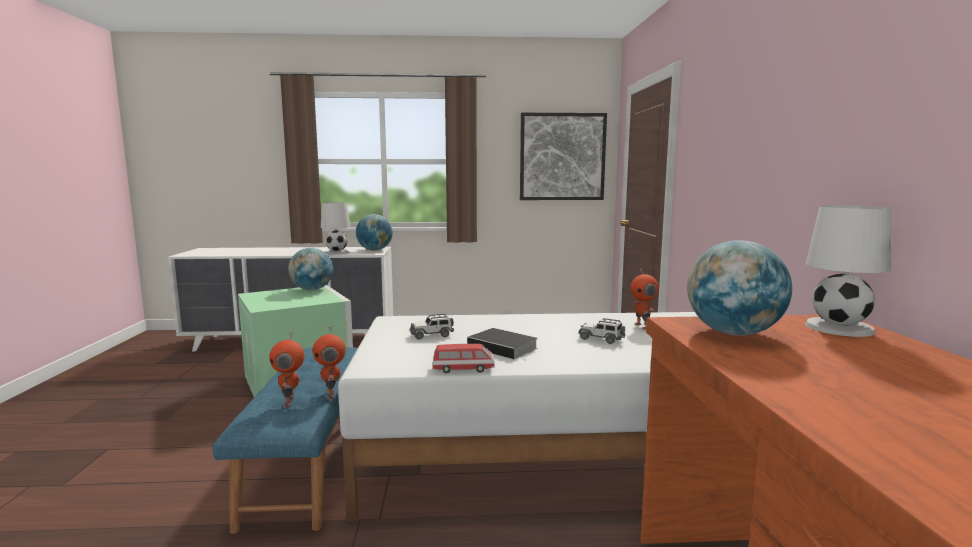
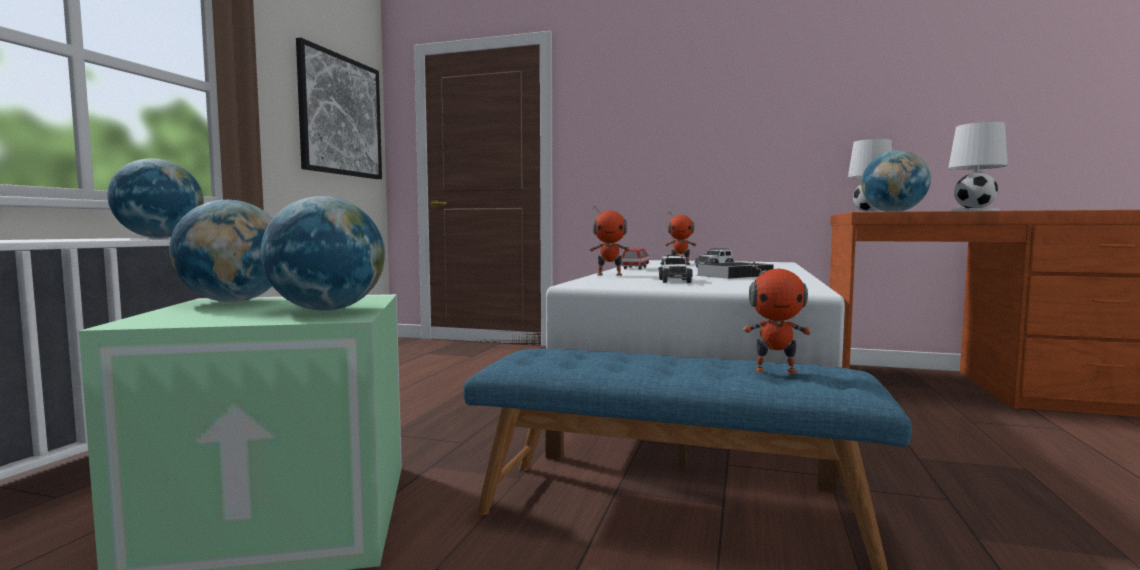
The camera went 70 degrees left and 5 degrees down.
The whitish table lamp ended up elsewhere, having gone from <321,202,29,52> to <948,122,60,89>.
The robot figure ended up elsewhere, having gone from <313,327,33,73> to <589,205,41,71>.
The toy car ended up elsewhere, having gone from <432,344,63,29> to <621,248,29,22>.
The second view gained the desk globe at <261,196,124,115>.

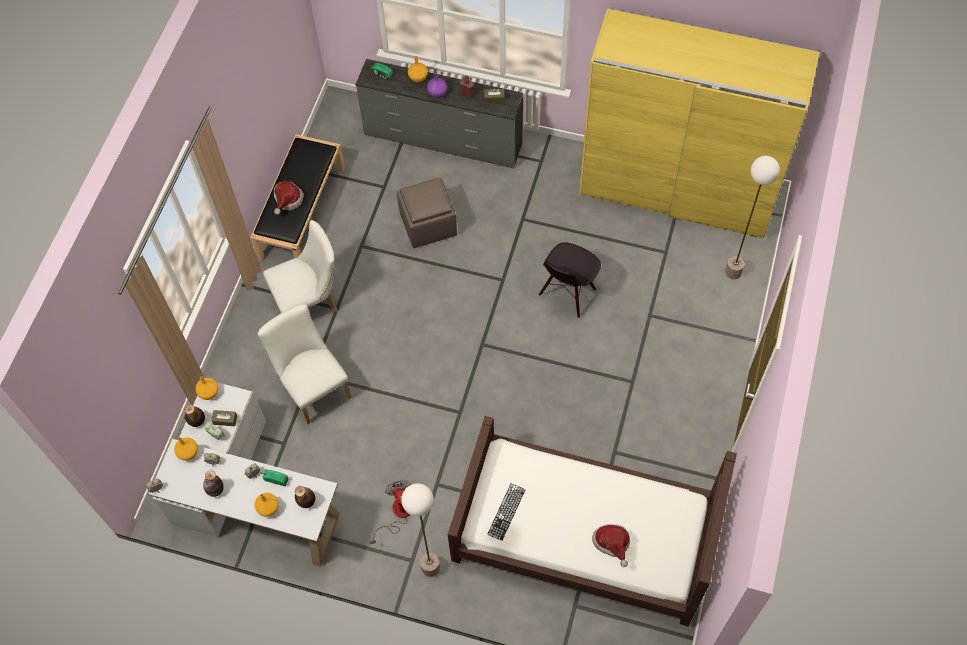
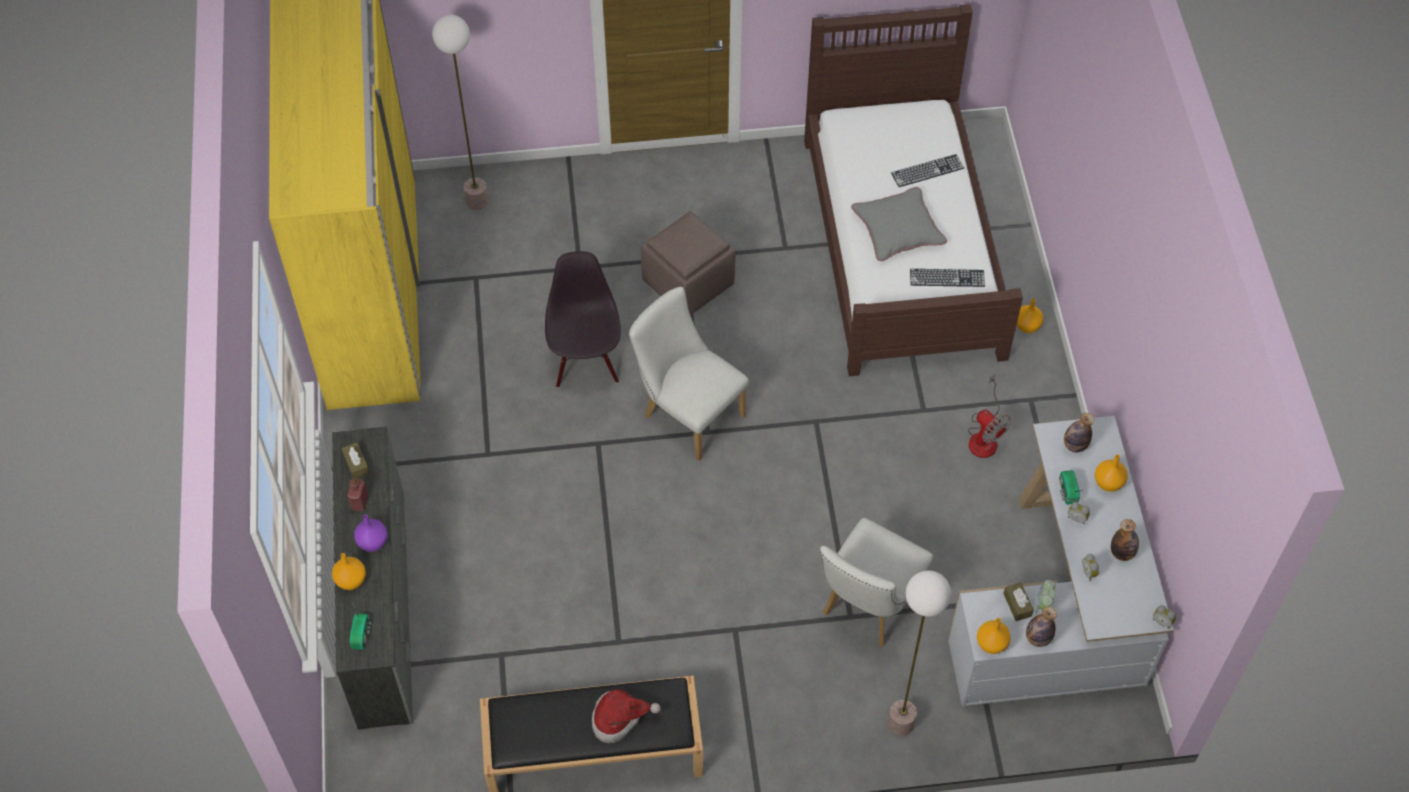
The camera went 115 degrees left and 5 degrees down.
The brown-coloured ottoman ended up elsewhere, having gone from <397,178,60,70> to <641,211,94,105>.
The whitish plain chair ended up elsewhere, having gone from <263,220,74,93> to <629,287,120,174>.
The black plain chair at <539,242,62,76> ended up facing another way, 105 degrees counterclockwise from before.
The orangey decorative vase ended up elsewhere, having gone from <174,437,24,24> to <1017,298,26,35>.
The electric fan at <370,480,41,65> ended up facing another way, 90 degrees counterclockwise from before.
The standing lamp ended up elsewhere, having gone from <401,483,39,94> to <888,570,63,166>.
Where the wearable hat stood at <592,524,38,43>, the computer keyboard came to stand at <891,154,73,33>.
The second view gained the greyish cushion at <851,187,96,74>.

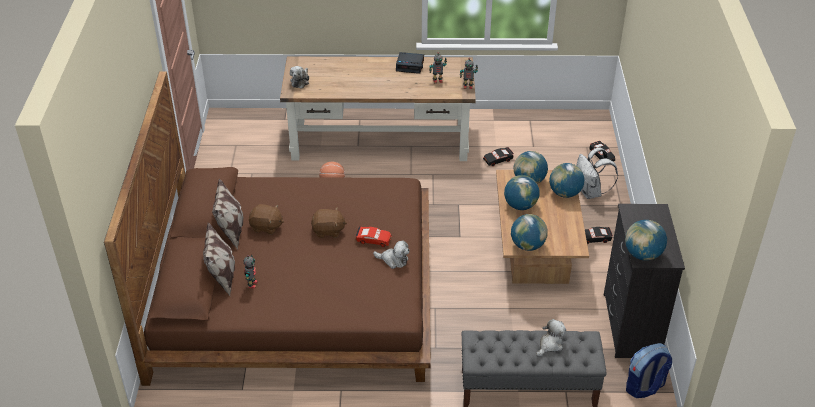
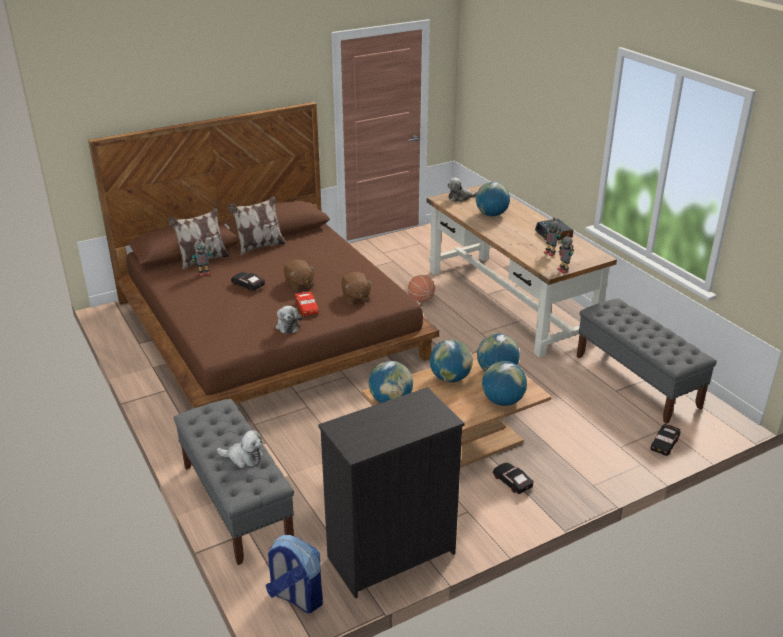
The camera went 60 degrees right and 10 degrees down.
The black toy car ended up elsewhere, having gone from <483,147,31,19> to <231,272,34,19>.
The second view lost the whitish knapsack at <576,147,42,52>.
The brown-coloured soft toy ended up elsewhere, having gone from <249,204,35,31> to <341,272,31,32>.
The desk globe ended up elsewhere, having gone from <625,220,42,41> to <476,182,34,34>.
The second view gained the greyish bench at <577,298,140,126>.

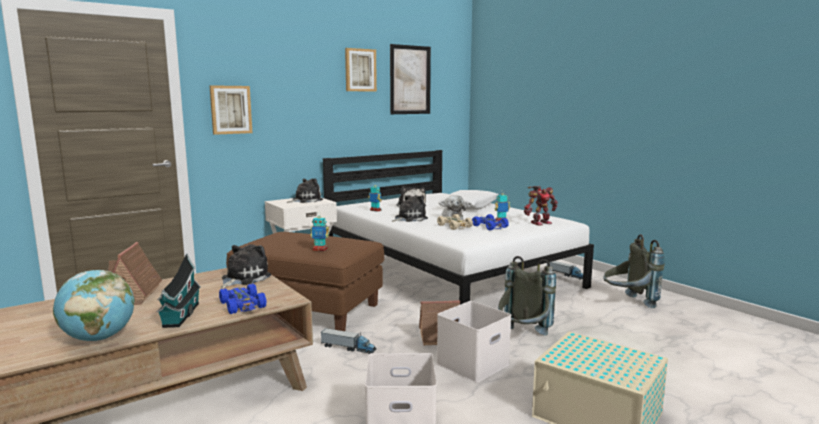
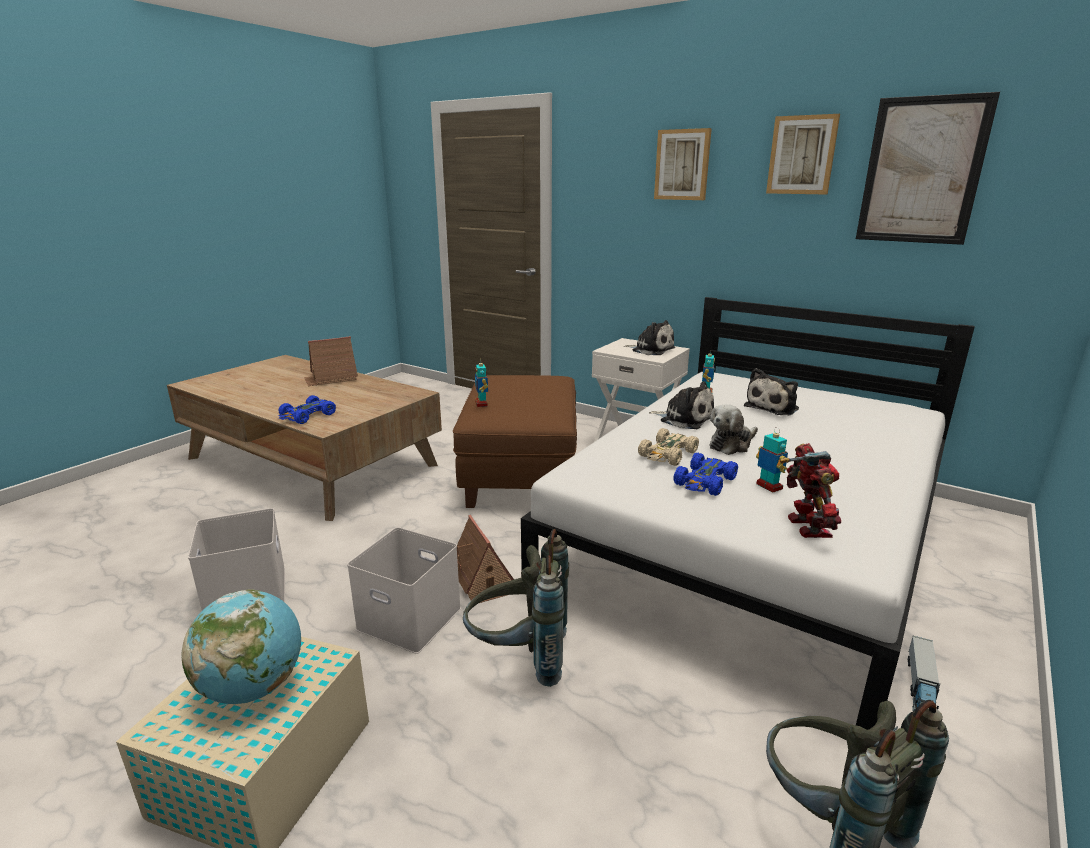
The camera went 70 degrees right and 10 degrees up.
The wall picture ended up elsewhere, having gone from <210,85,42,50> to <654,128,58,72>.
The robot figure at <524,186,34,40> ended up facing another way, 135 degrees counterclockwise from before.
The second view lost the whitish cushion at <438,190,60,20>.
The second view lost the soft toy at <220,244,51,45>.
The second view lost the miniature house at <157,253,44,75>.
The desk globe ended up elsewhere, having gone from <53,270,82,71> to <182,590,119,114>.
The second view lost the toy truck at <321,328,55,26>.

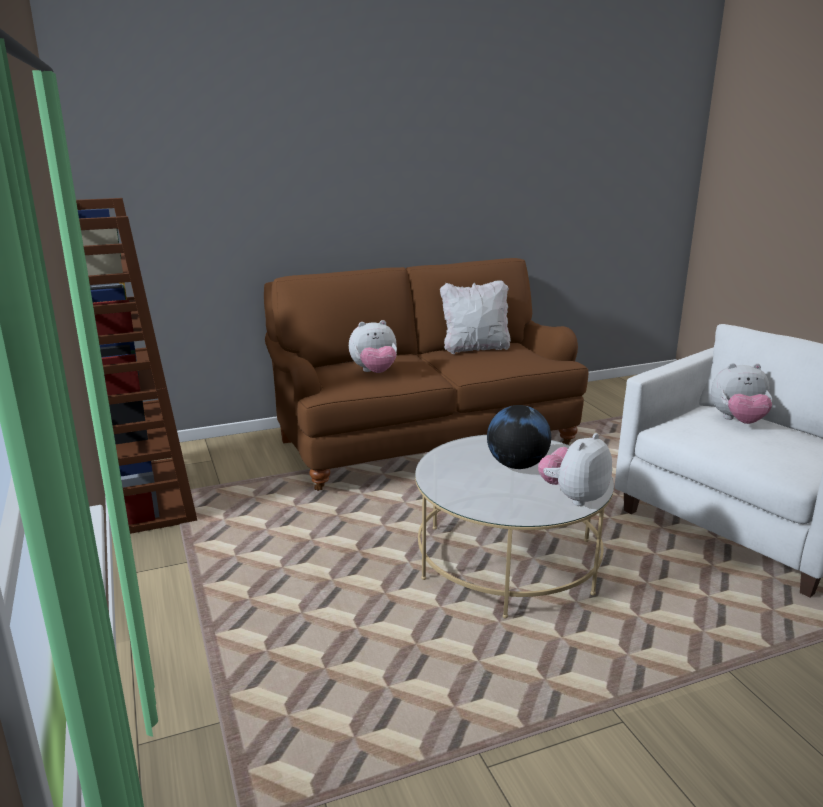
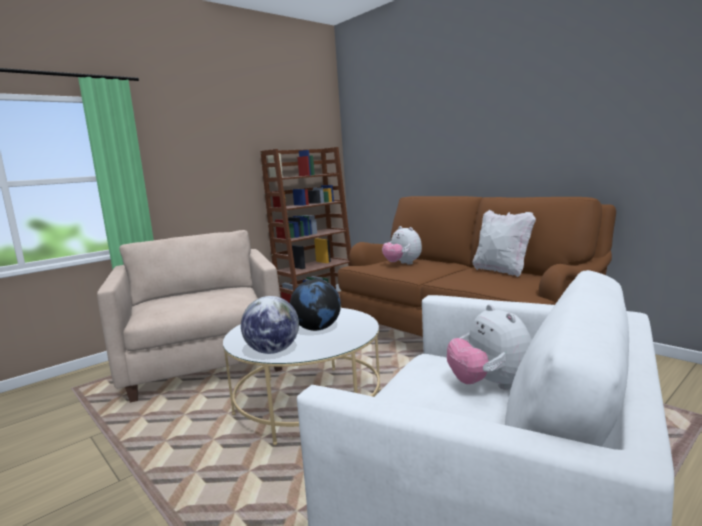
The camera went 70 degrees right and 10 degrees down.
Where the soft toy stood at <538,433,74,73>, the desk globe came to stand at <241,296,58,58>.
The second view gained the beige-coloured lounge chair at <97,230,185,173>.

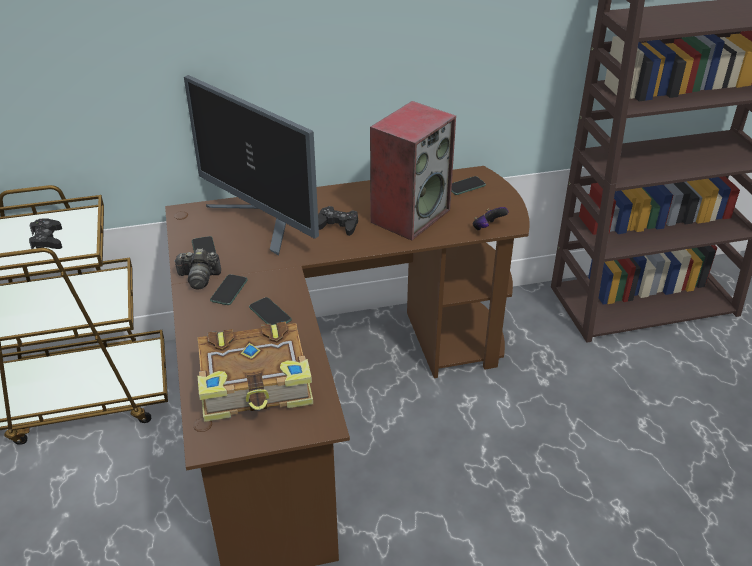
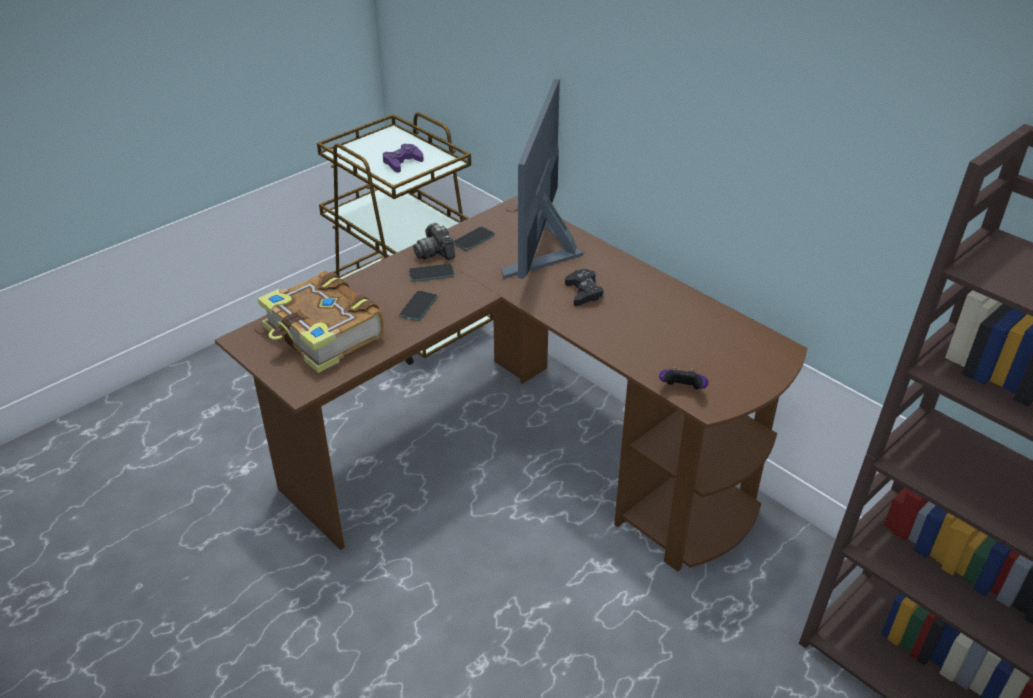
The camera went 60 degrees right and 0 degrees up.
The second view lost the audio speaker at <370,101,86,140>.
The second view lost the phone at <451,176,35,19>.
What was the black gamepad at <29,218,33,31> turned into the purplish gamepad at <383,144,41,29>.

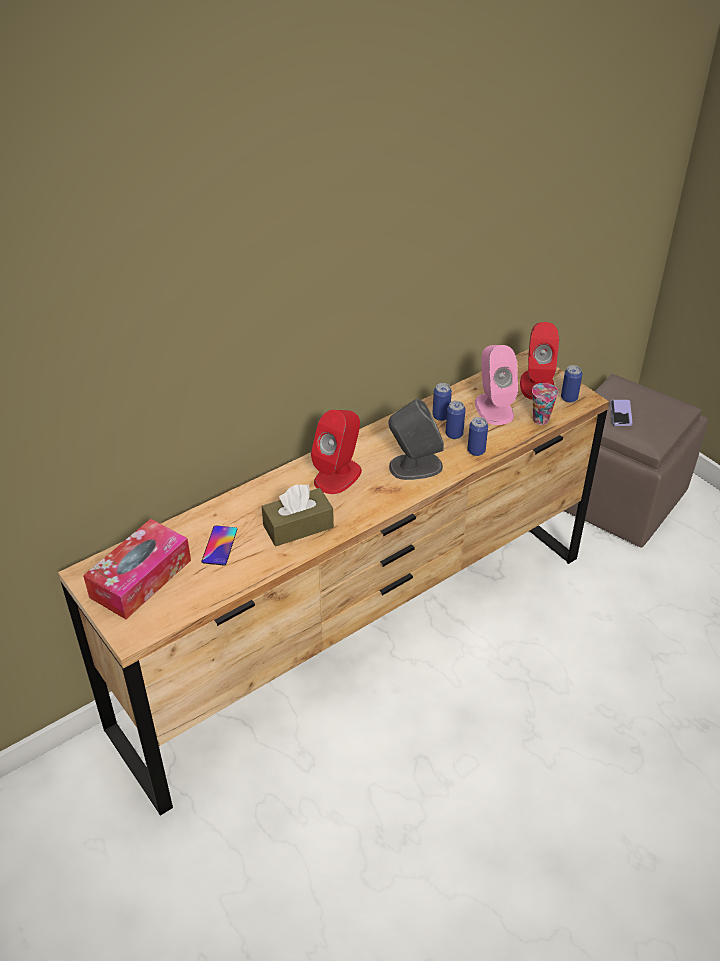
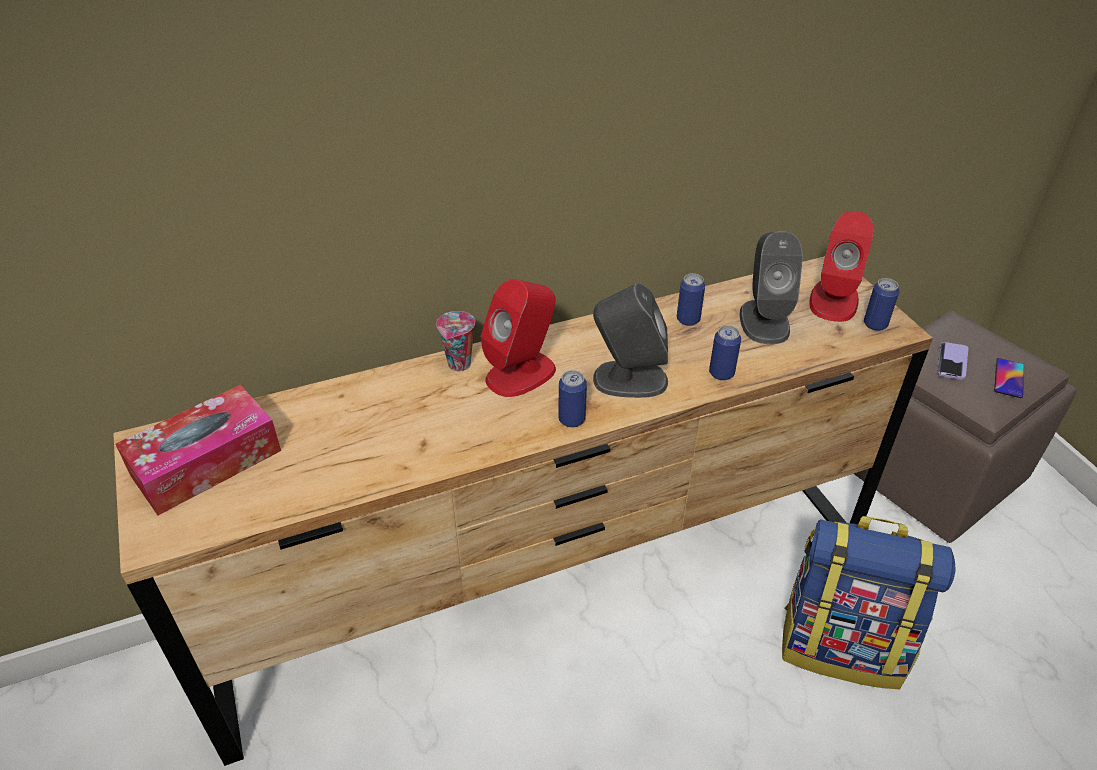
The camera went 15 degrees right and 0 degrees up.
What was the pink audio speaker at <475,345,43,80> turned into the greyish audio speaker at <739,231,64,113>.
The small cup ended up elsewhere, having gone from <532,383,27,42> to <436,311,39,60>.
The sealed can ended up elsewhere, having gone from <446,401,19,38> to <558,370,29,58>.
The second view lost the brown-coloured tissue box at <262,484,72,63>.
The phone ended up elsewhere, having gone from <201,525,36,40> to <994,358,30,40>.
The second view gained the knapsack at <782,516,173,173>.

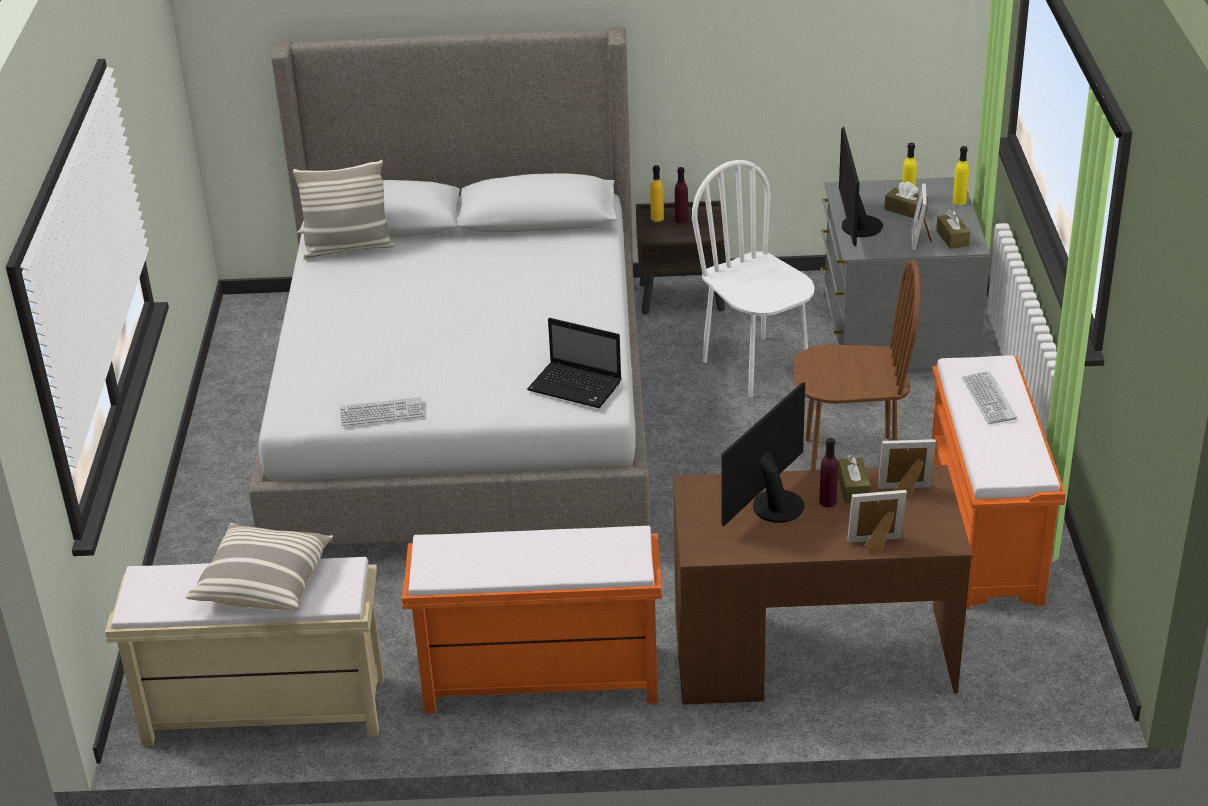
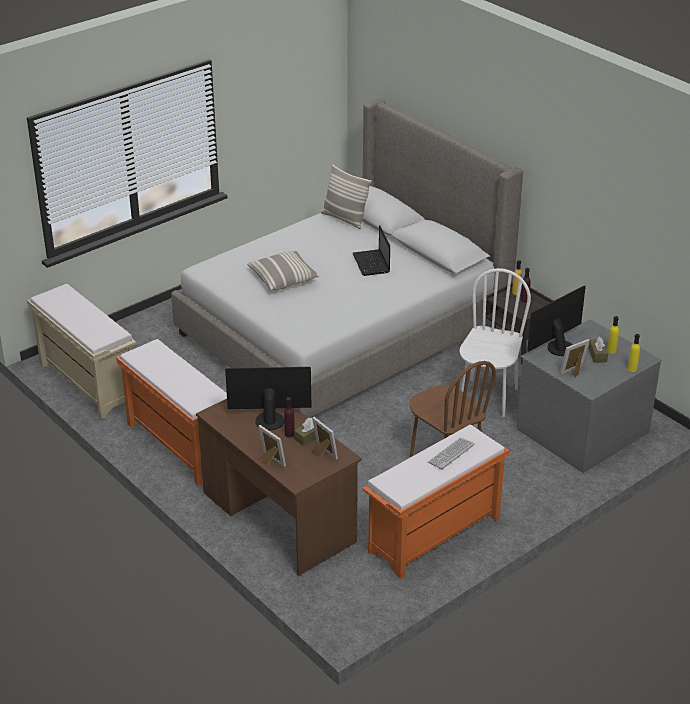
The camera went 50 degrees right and 0 degrees up.
The second view lost the brown-coloured tissue box at <936,209,34,40>.
The laptop ended up elsewhere, having gone from <527,318,94,90> to <353,225,37,51>.
The second view lost the computer keyboard at <340,397,84,29>.
The cushion ended up elsewhere, having gone from <186,523,147,87> to <247,251,73,40>.

